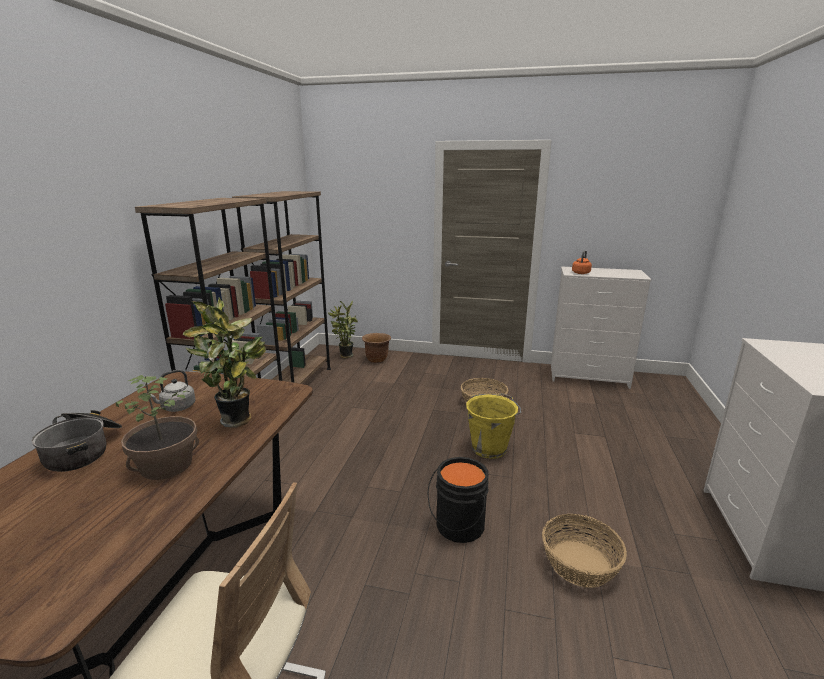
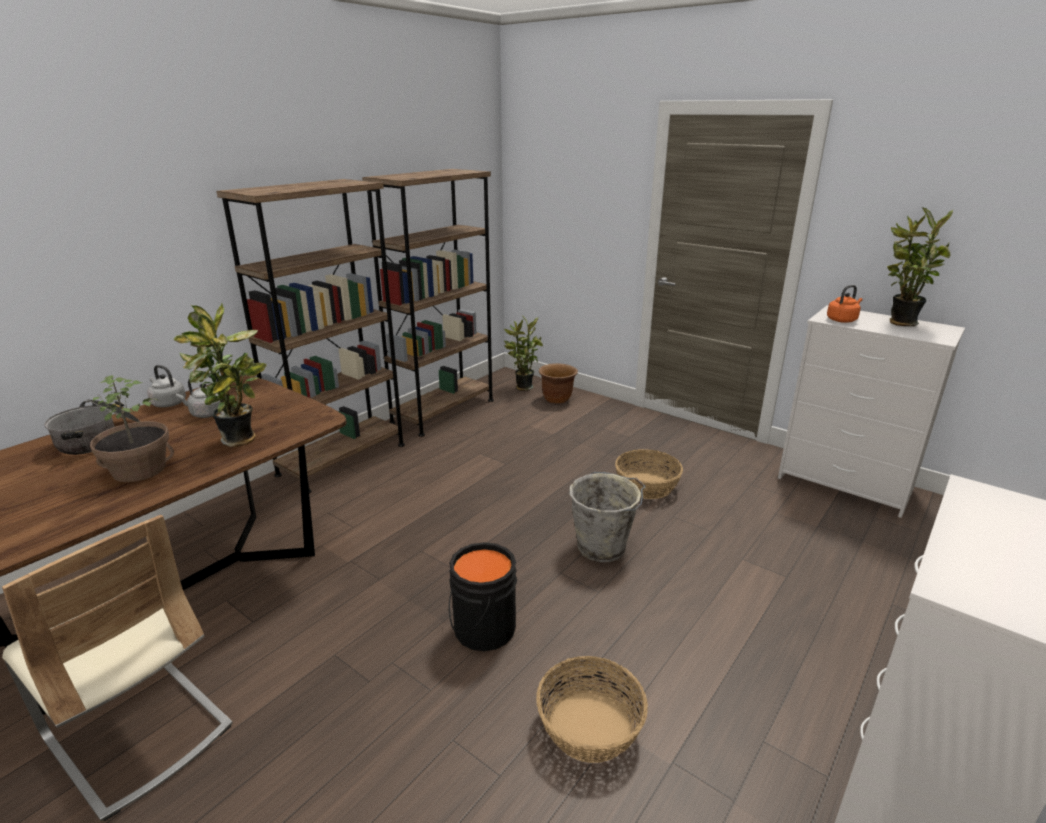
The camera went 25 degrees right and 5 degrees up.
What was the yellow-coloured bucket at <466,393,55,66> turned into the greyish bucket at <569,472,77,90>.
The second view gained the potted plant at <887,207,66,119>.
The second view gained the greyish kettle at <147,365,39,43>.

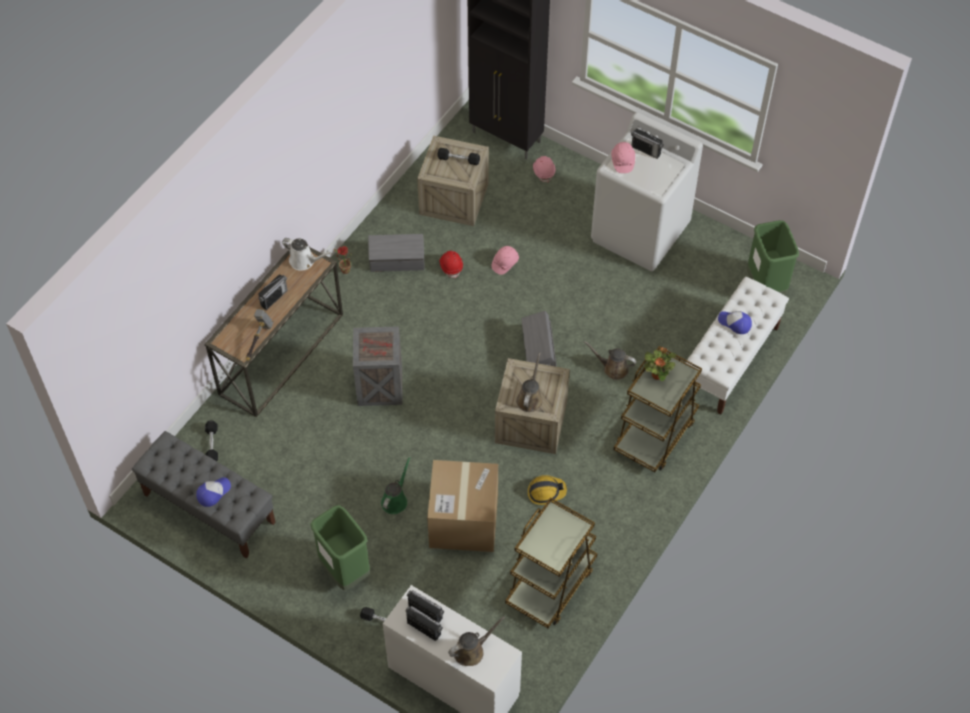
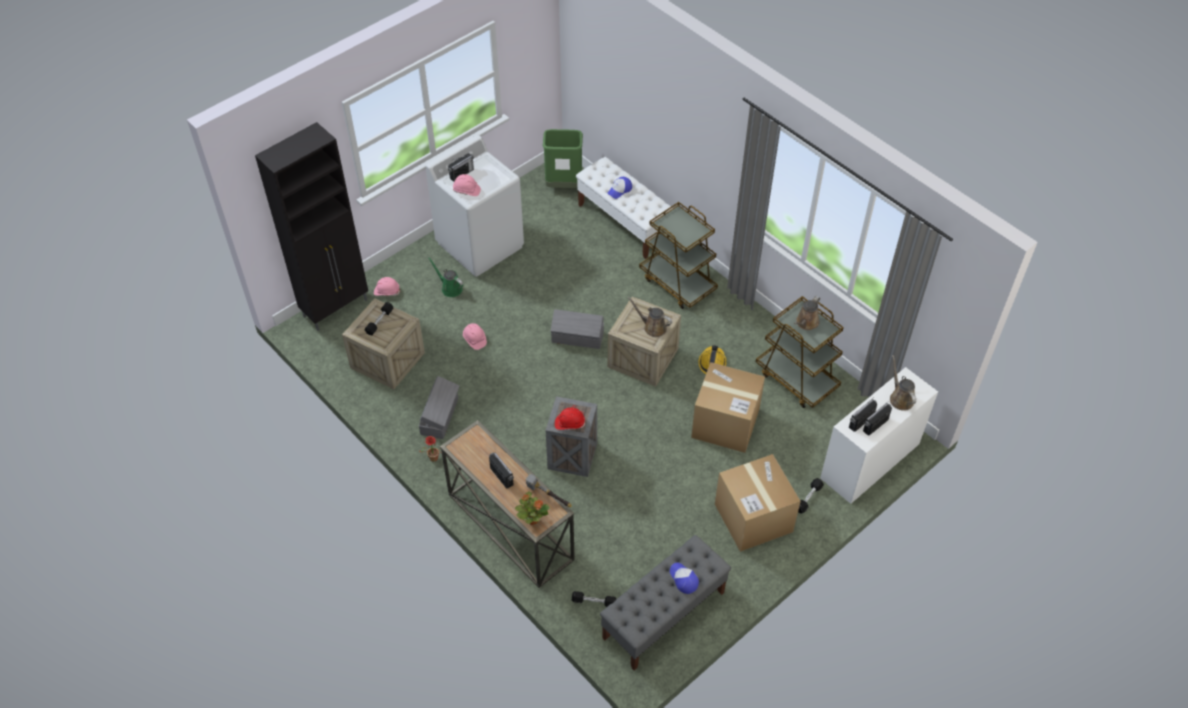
The camera went 75 degrees left and 5 degrees down.
The second view lost the whitish watering can at <282,238,50,33>.
The reddish work helmet ended up elsewhere, having gone from <440,251,23,27> to <555,407,30,23>.
The brown-coloured watering can ended up elsewhere, having gone from <584,341,52,39> to <794,296,26,34>.
The potted plant ended up elsewhere, having gone from <644,347,32,34> to <515,491,35,34>.
The green watering can ended up elsewhere, having gone from <381,457,30,57> to <428,257,35,40>.
Where the green rubbish bin stood at <310,505,60,85>, the cardboard box came to stand at <715,454,86,98>.

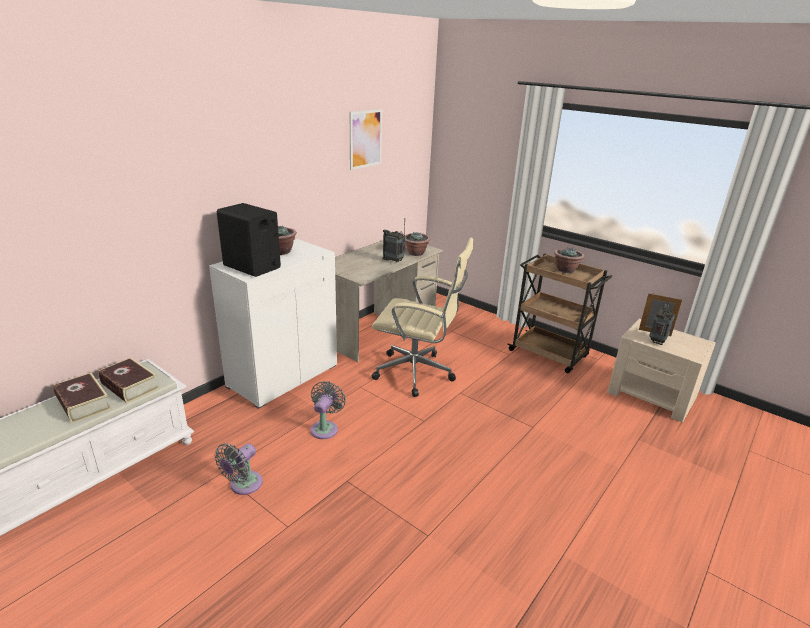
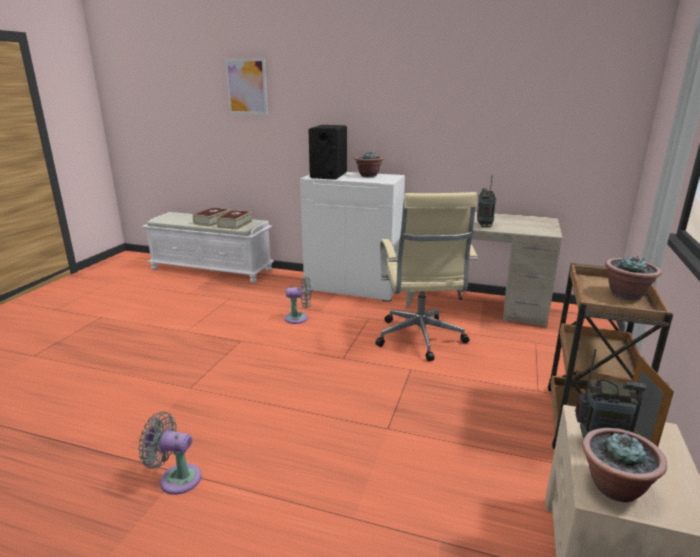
The camera went 70 degrees right and 5 degrees down.
The wall picture ended up elsewhere, having gone from <350,109,32,61> to <225,58,43,56>.
The potted plant ended up elsewhere, having gone from <405,232,25,24> to <582,428,85,74>.
The greyish electric fan ended up elsewhere, having gone from <215,443,48,52> to <138,411,64,84>.

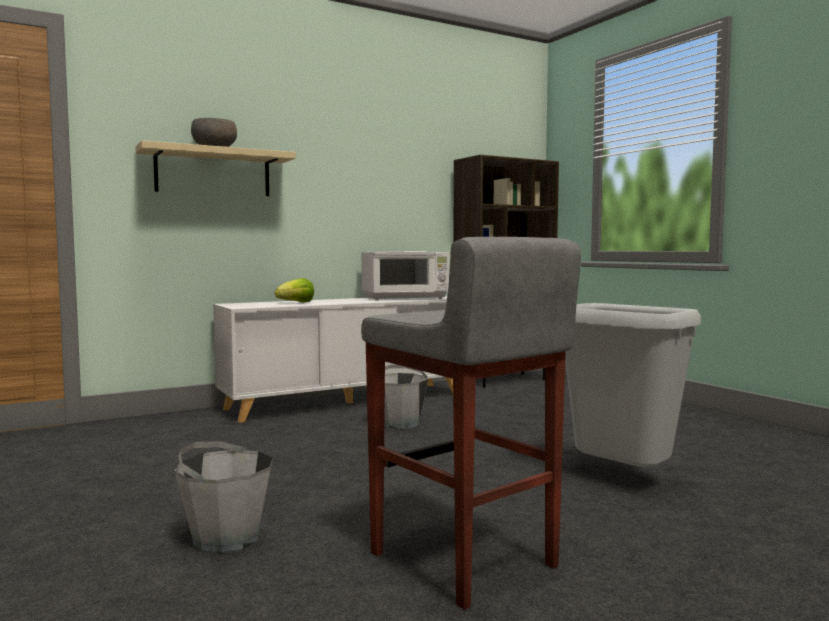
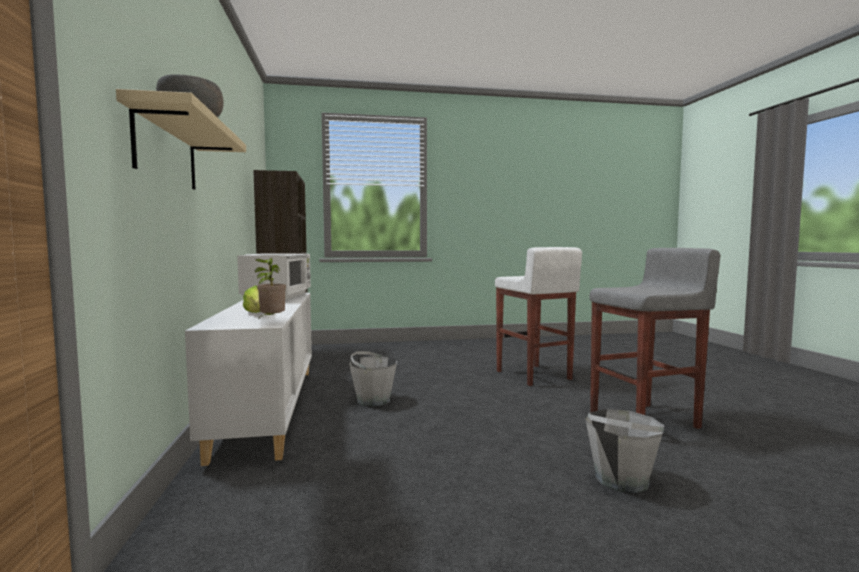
The camera went 70 degrees left and 0 degrees up.
Where the greyish rubbish bin stood at <565,303,136,164>, the whitish sitting stool came to stand at <495,247,87,139>.
The second view gained the potted plant at <255,258,31,62>.

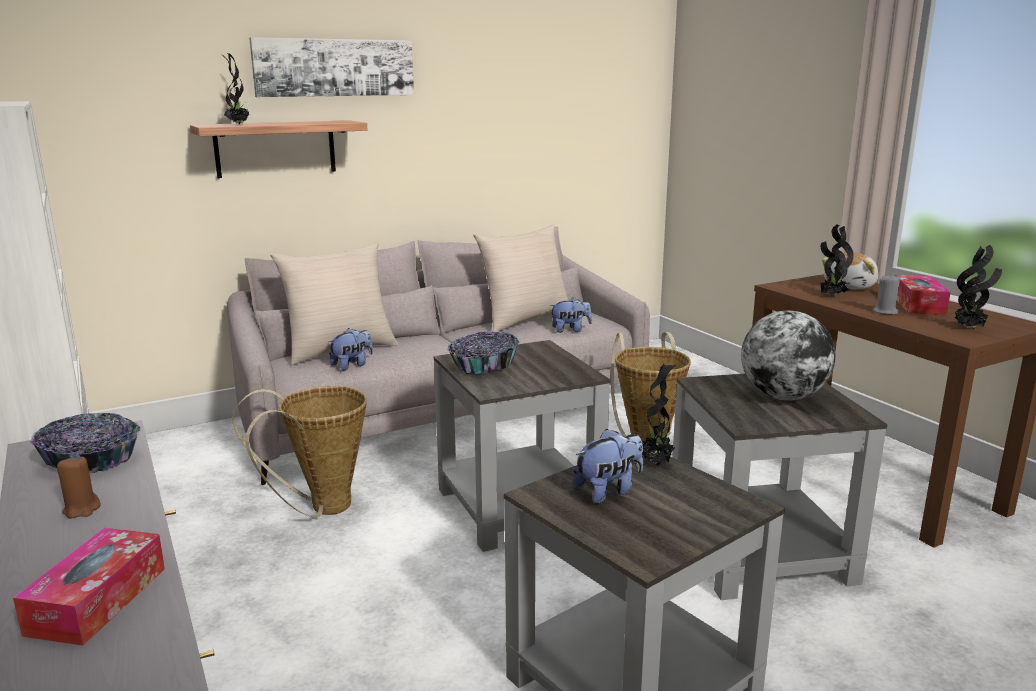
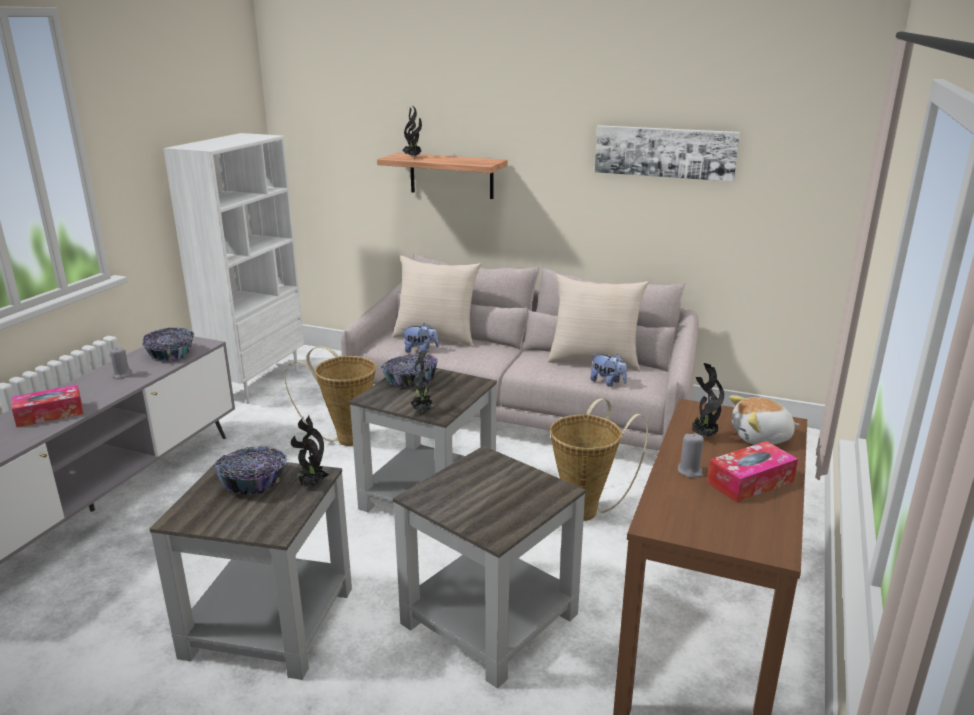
The camera went 50 degrees right and 5 degrees up.
The wall picture ended up elsewhere, having gone from <249,37,165,60> to <595,125,145,57>.
The potted plant ended up elsewhere, having gone from <955,245,47,83> to <411,350,24,63>.
The second view lost the desk globe at <741,310,95,91>.
Where the soft toy stood at <572,429,71,75>, the bowl came to stand at <214,446,73,49>.
What was the brown-coloured wax candle at <57,456,44,62> turned into the greyish wax candle at <110,347,22,32>.

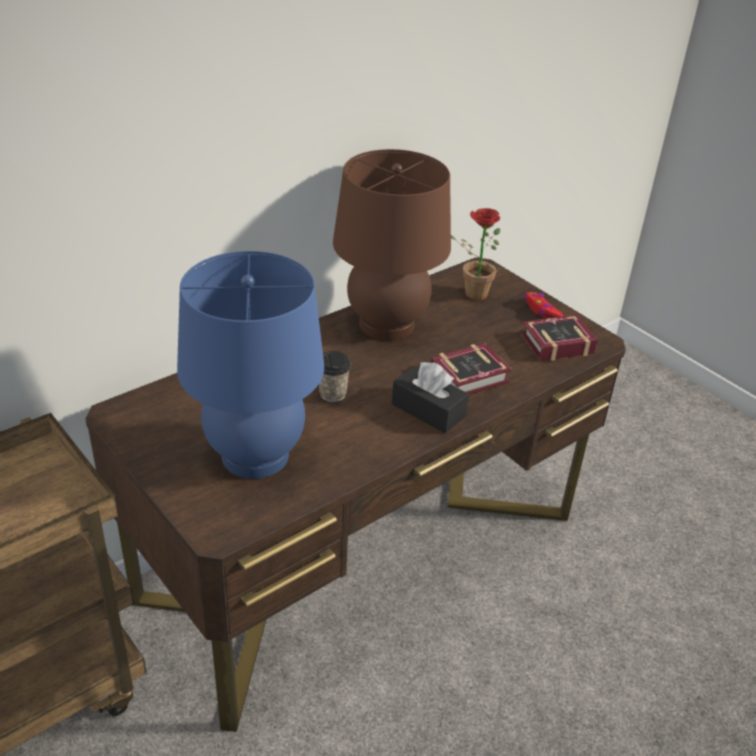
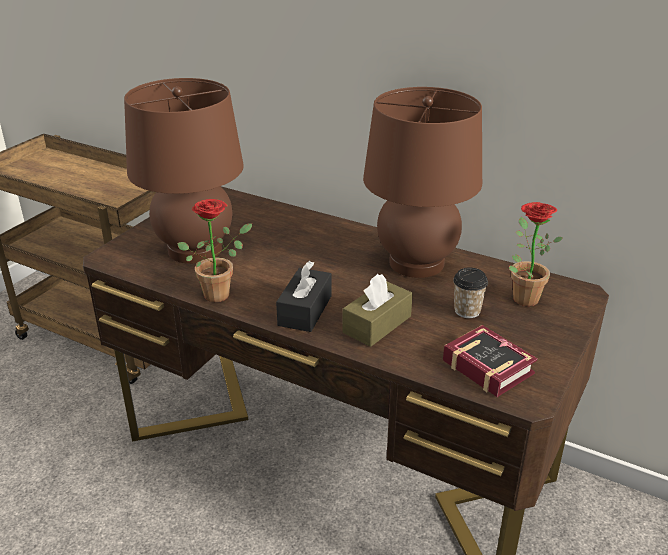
The camera went 70 degrees right and 5 degrees down.
What was the blue-coloured table lamp at <177,251,147,228> turned into the brown-coloured table lamp at <124,78,120,186>.
The second view lost the reddish gamepad at <525,292,38,25>.
Where the bound book stood at <431,343,81,52>, the brown-coloured tissue box came to stand at <342,274,71,73>.
The small cup ended up elsewhere, having gone from <319,351,32,51> to <453,268,35,50>.
The second view gained the potted plant at <177,199,75,103>.

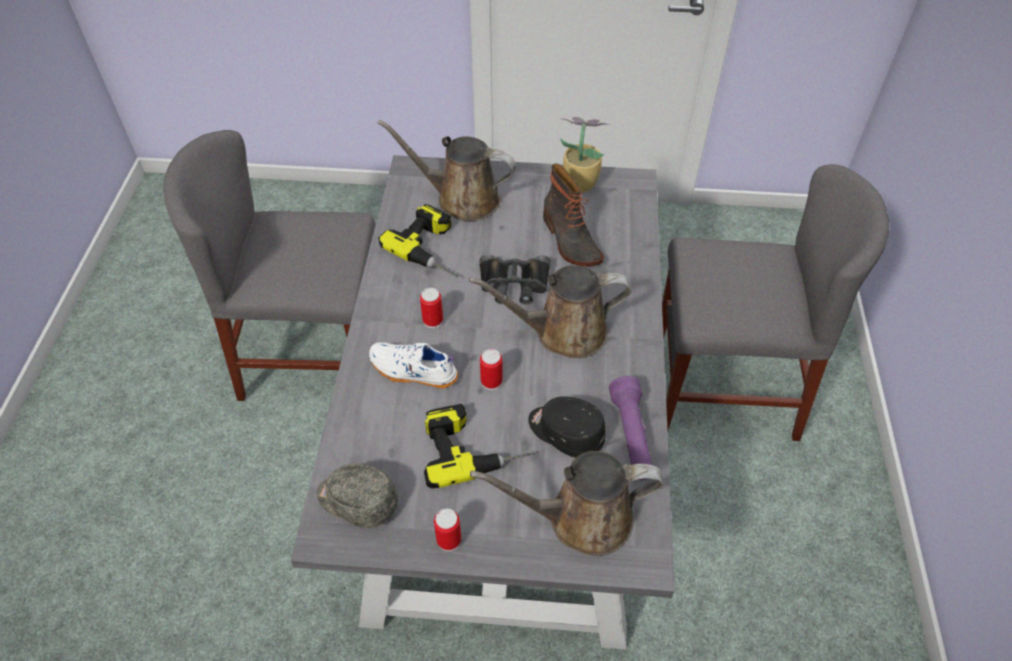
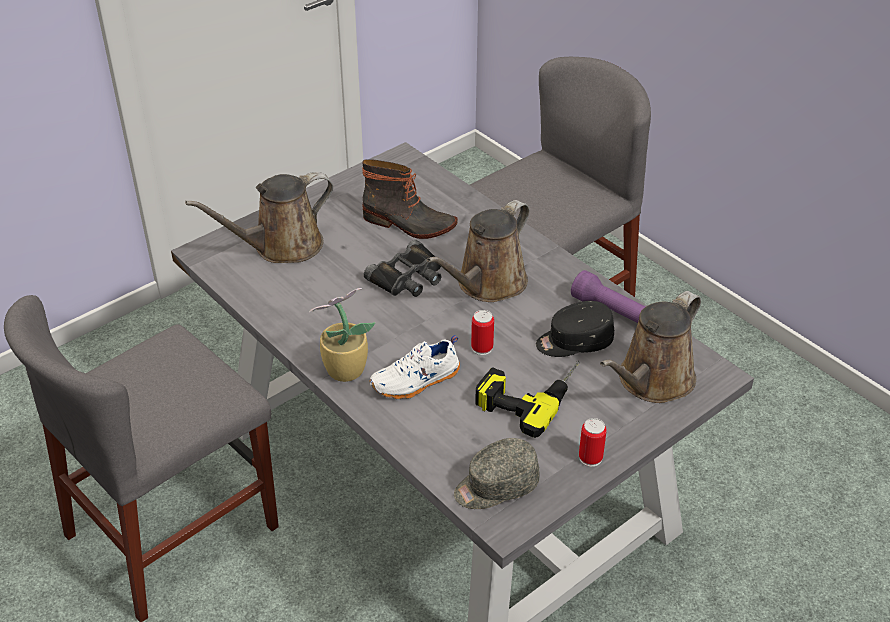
The camera went 45 degrees left and 10 degrees down.
The potted plant ended up elsewhere, having gone from <559,116,51,76> to <309,288,66,94>.
The second view lost the electric drill at <378,204,80,73>.
The second view lost the sealed can at <420,288,23,40>.

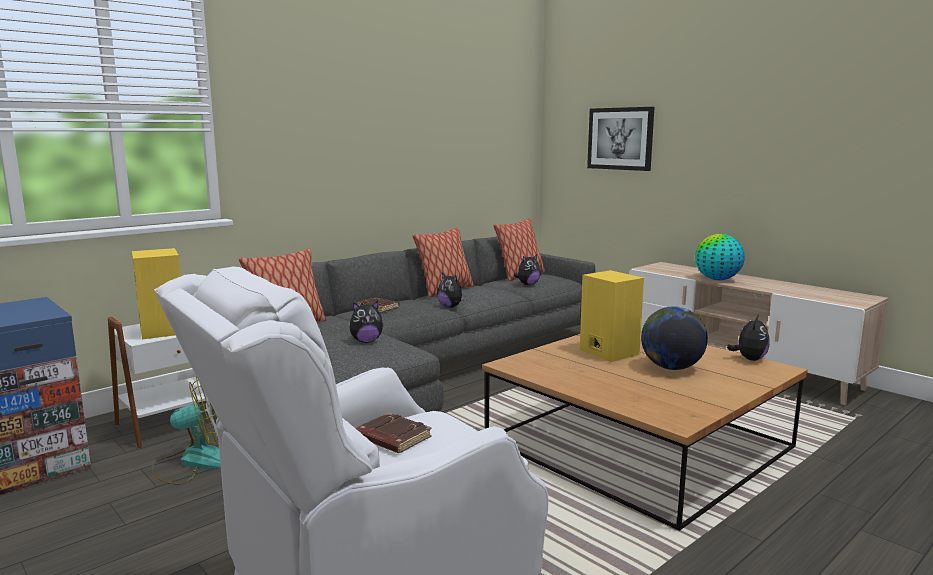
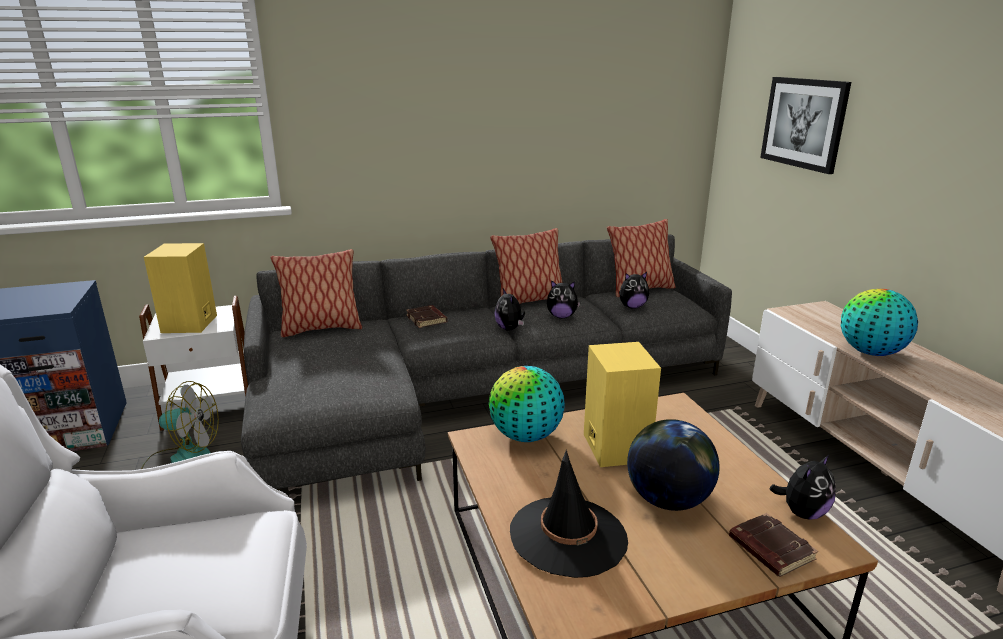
The camera went 25 degrees right and 10 degrees up.
The soft toy ended up elsewhere, having gone from <350,301,34,42> to <547,280,33,38>.
The brown-coloured bound book ended up elsewhere, having gone from <356,413,76,40> to <729,513,89,64>.
The second view gained the desk globe at <489,366,76,76>.
The second view gained the black wearable hat at <510,449,118,129>.

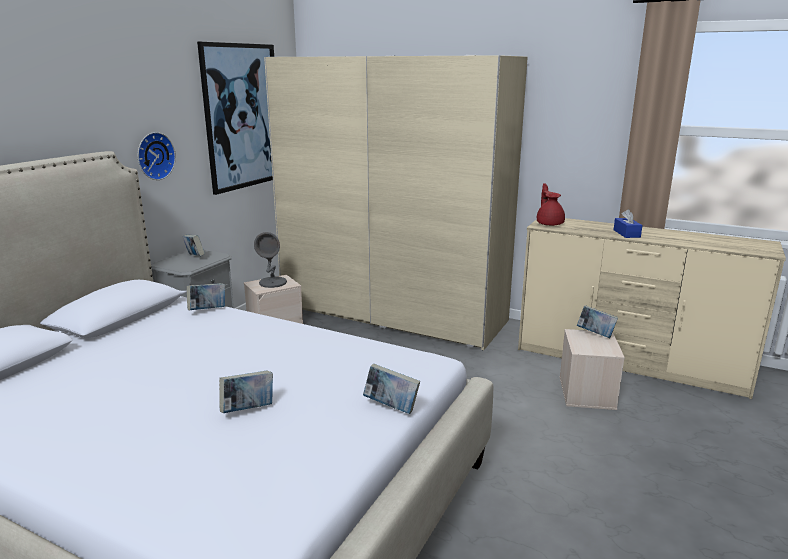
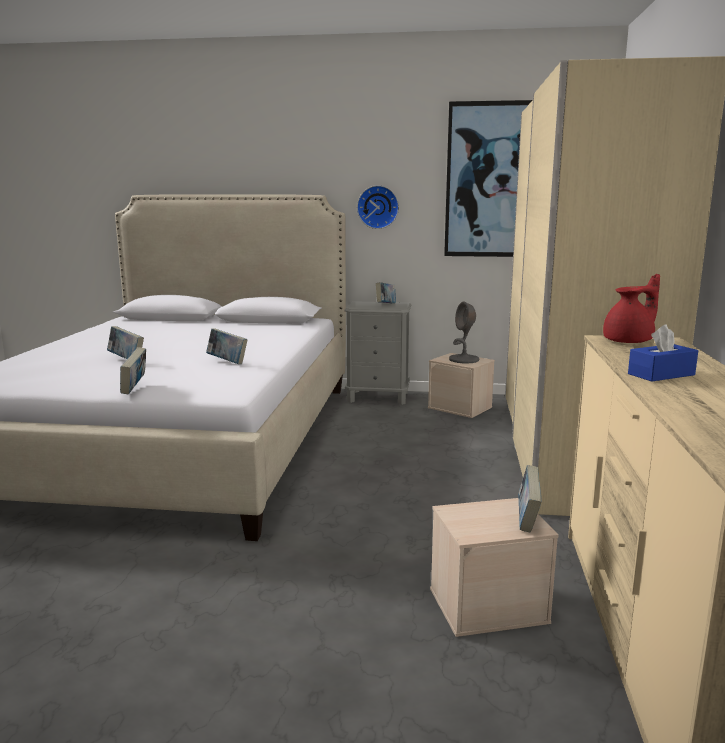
The camera went 70 degrees right and 5 degrees down.
The bound book ended up elsewhere, having gone from <187,283,38,27> to <206,328,42,36>.

